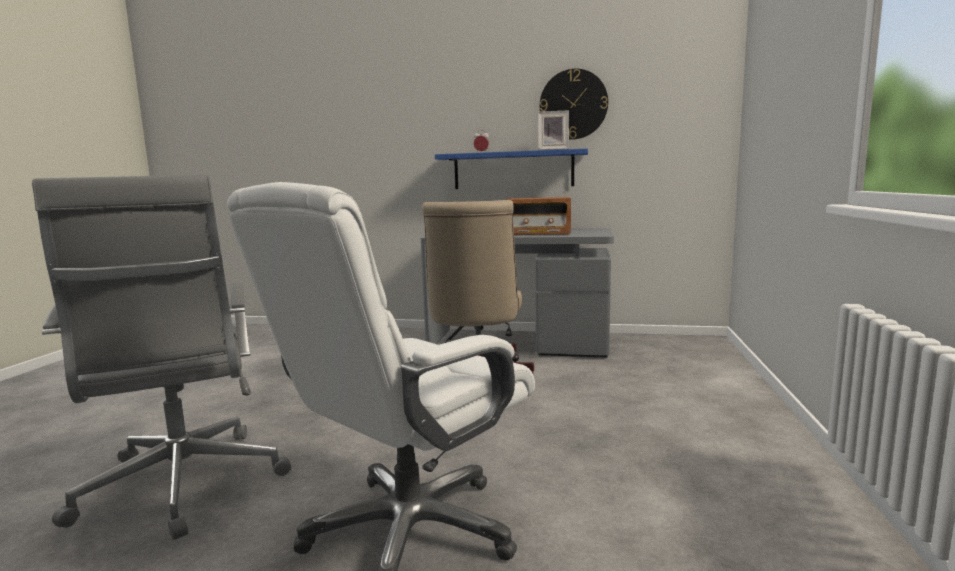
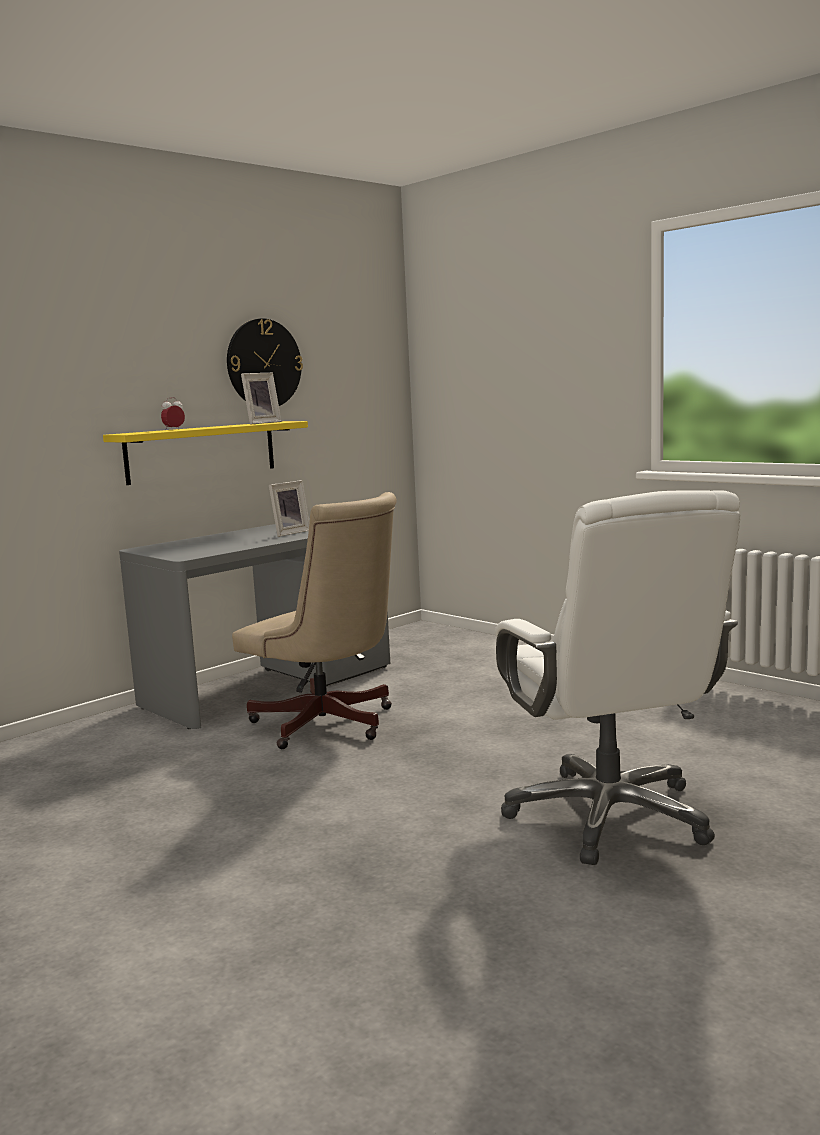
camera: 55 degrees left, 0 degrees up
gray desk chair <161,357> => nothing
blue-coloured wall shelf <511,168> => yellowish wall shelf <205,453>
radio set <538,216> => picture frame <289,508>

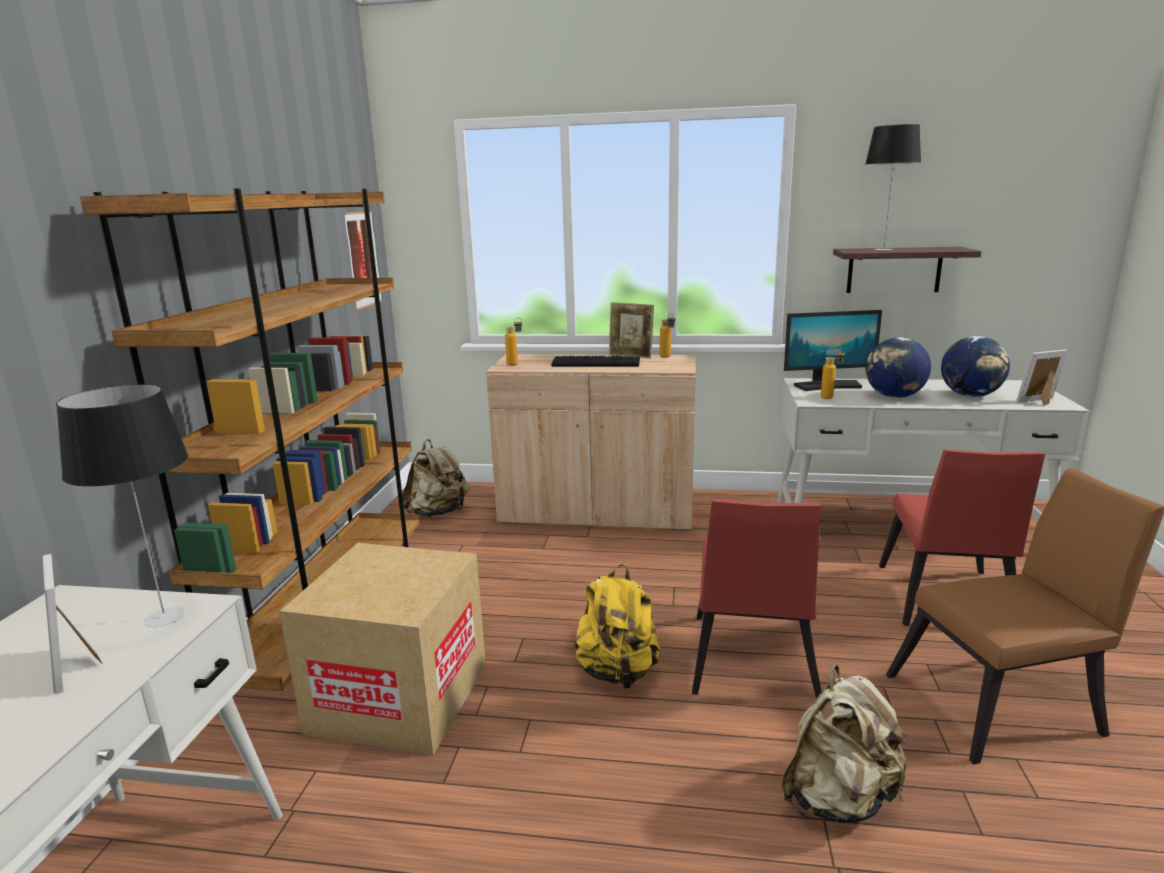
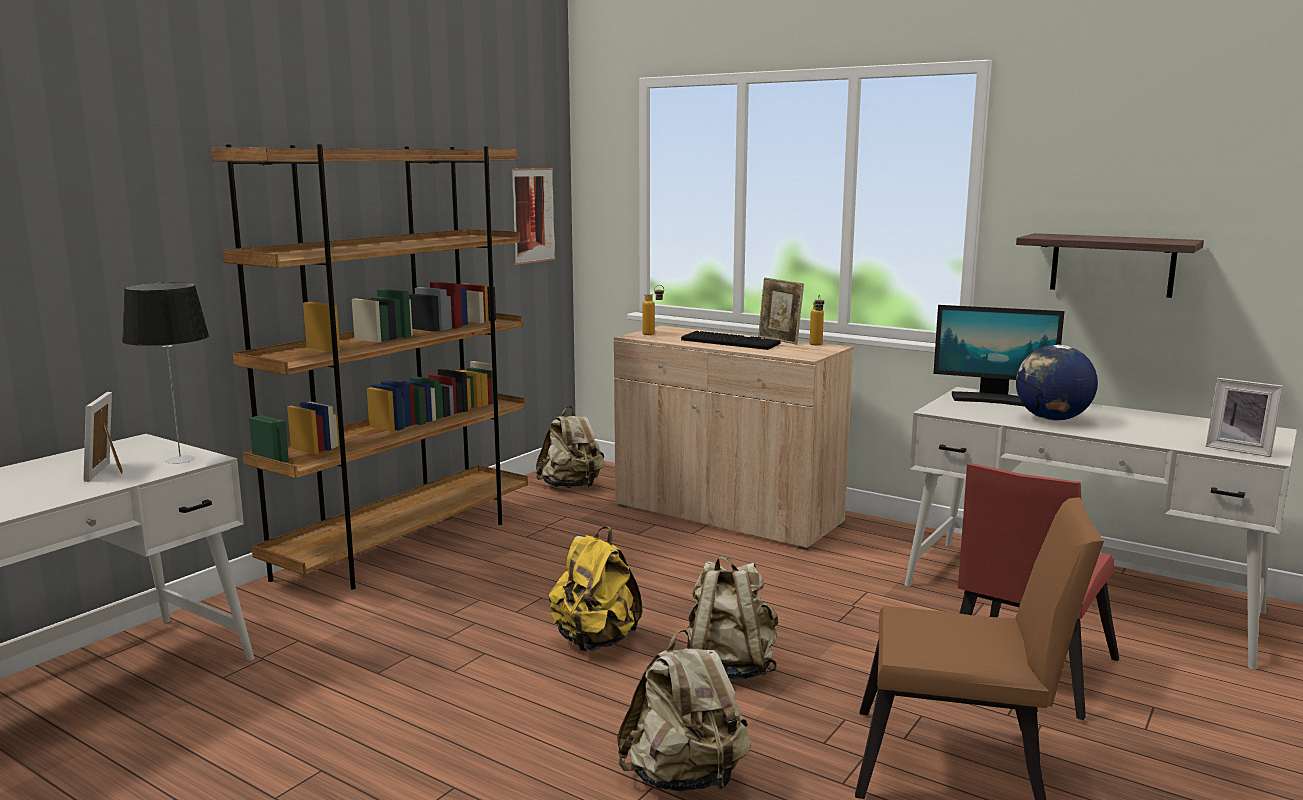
camera: 25 degrees right, 5 degrees down
cardboard box <383,649> => nothing
red-coloured upright chair <756,598> => beige-coloured backpack <731,618>
drink bottle <833,373> => nothing
tabletop lamp <893,187> => nothing
globe <975,366> => nothing
picture frame <1042,377> => picture frame <1245,417>, 150 degrees counterclockwise

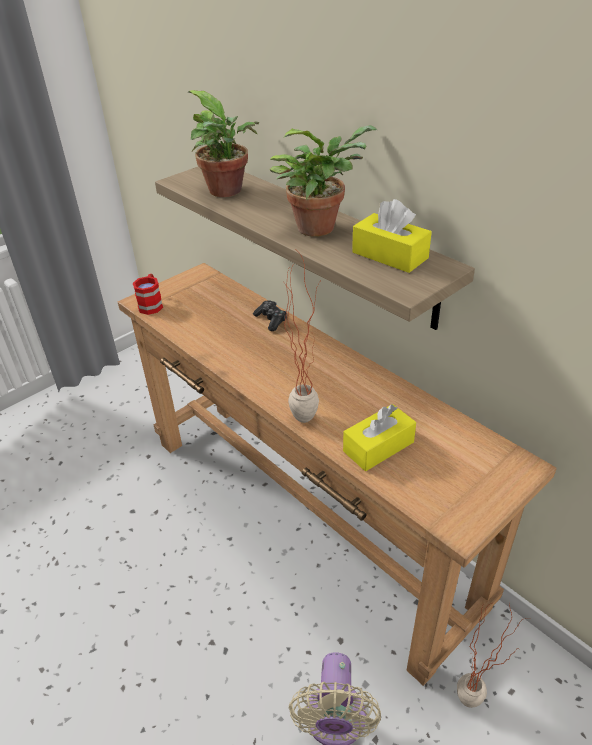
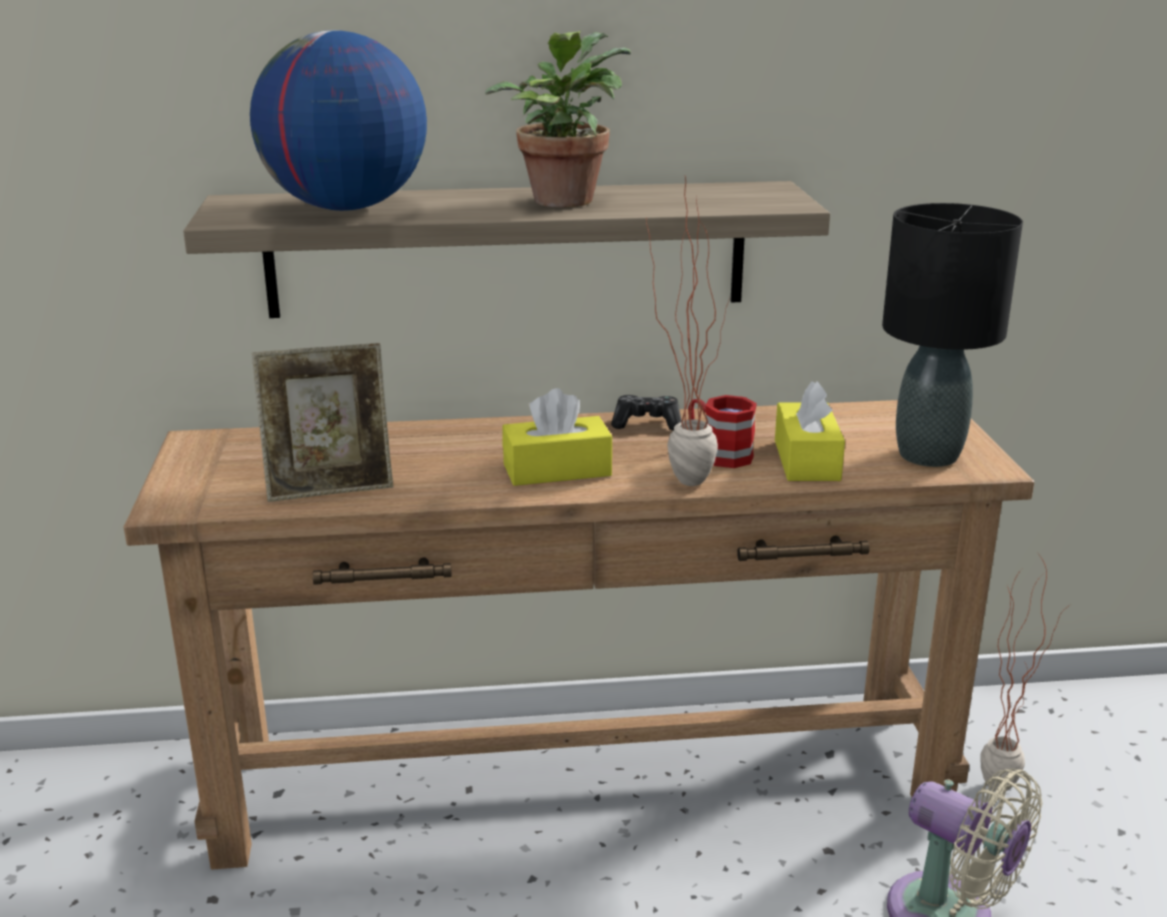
camera: 55 degrees left, 15 degrees down
red-coloured coffee mug <148,294> => red-coloured coffee mug <722,431>, move
houseplant <224,143> => globe <338,120>
game controller <270,315> => game controller <646,413>, move
yellowish tissue holder <392,236> => yellowish tissue holder <557,437>, move
nothing => picture frame <322,422>
nothing => black tabletop lamp <952,335>

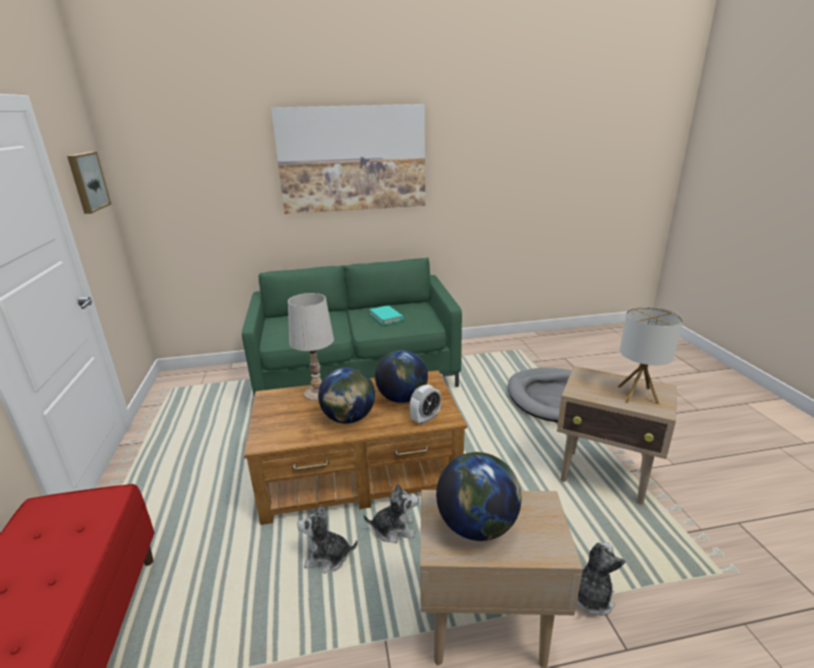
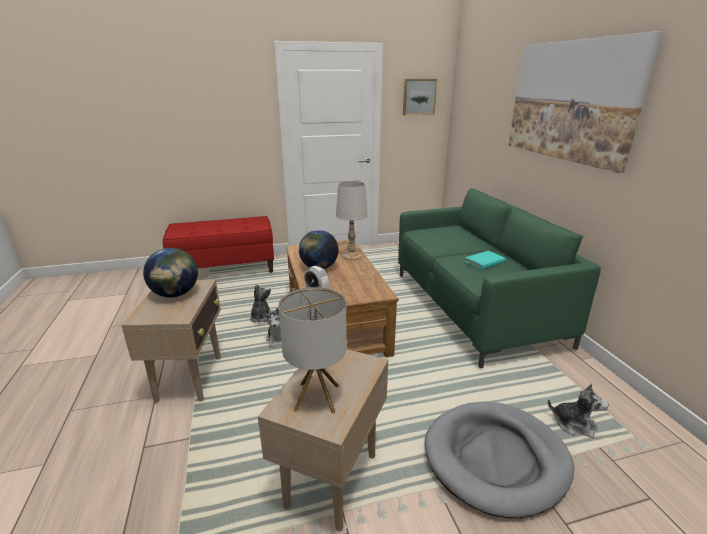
camera: 85 degrees right, 0 degrees up
globe <401,376> => nothing
cuddly toy <601,579> => cuddly toy <578,410>, move

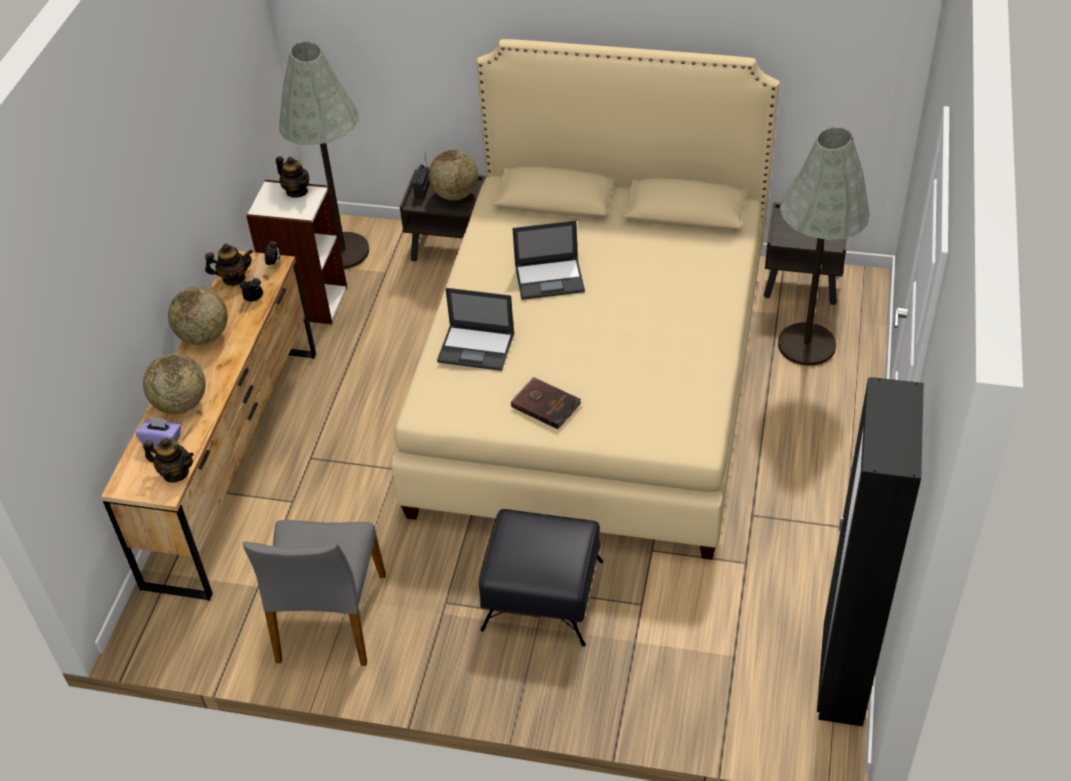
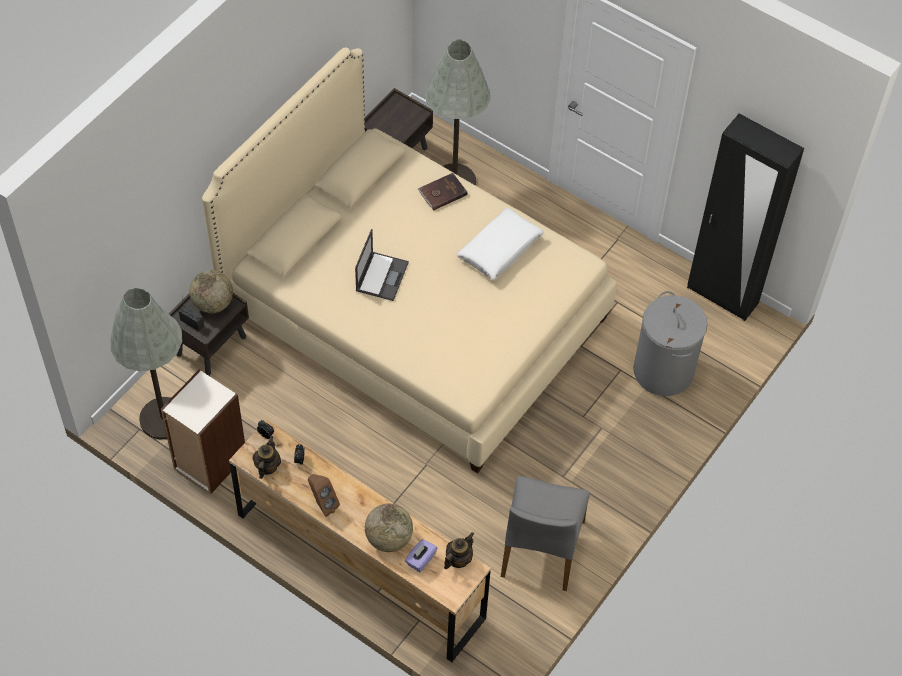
camera: 70 degrees left, 10 degrees up
globe <198,316> => brownish loudspeaker <324,495>
gray upright chair <314,593> => gray upright chair <545,533>, 75 degrees clockwise
teapot <292,177> => nothing
notebook computer <475,329> => nothing
black ottoman <541,578> => nothing
brownish book <546,403> => brownish book <443,191>, move
nothing => white-coloured throw pillow <500,244>
nothing => gray hamper <670,343>

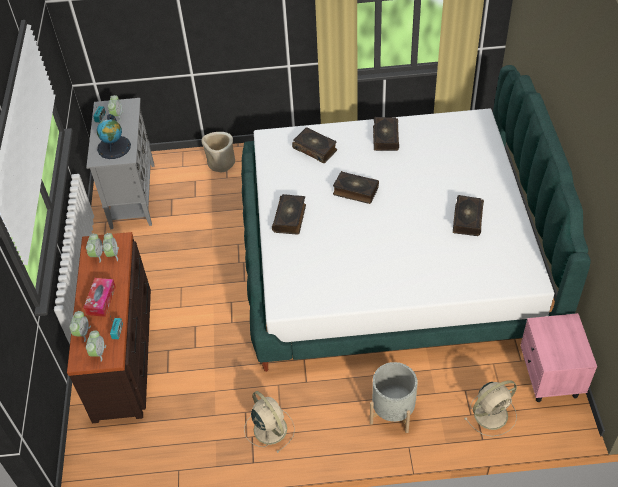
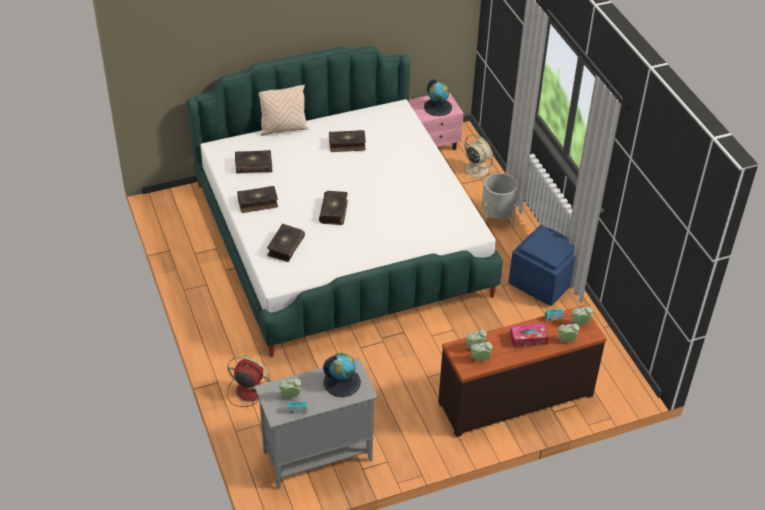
camera: 110 degrees left, 5 degrees down
beige-coloured plant pot <218,152> => red-coloured cooling fan <248,381>
beige-coloured cooling fan <269,422> => blue-coloured ottoman <541,265>
book <289,214> => book <253,162>, move
nothing => beige-coloured throw pillow <284,110>
nothing => globe <438,97>

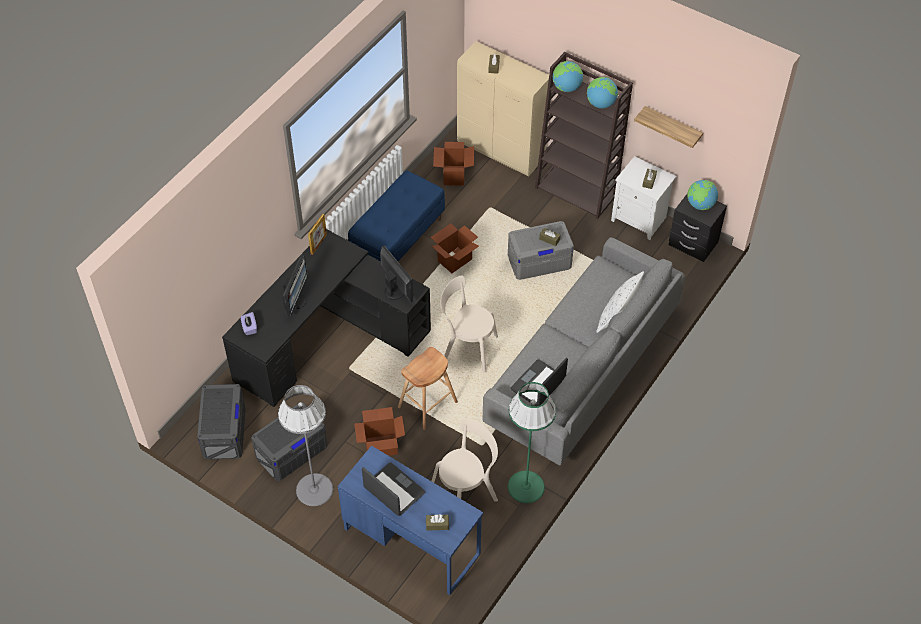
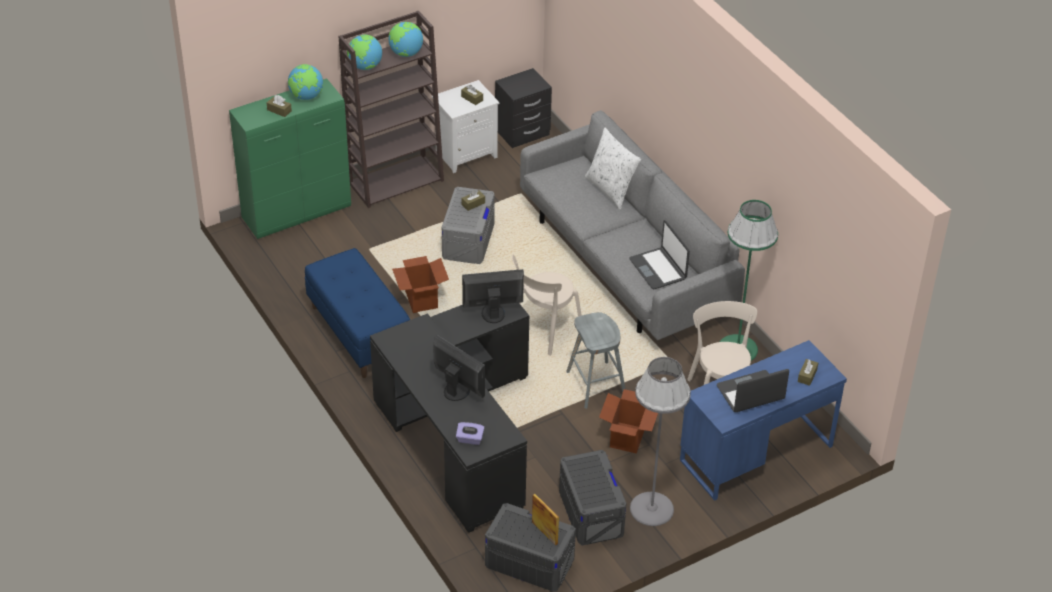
camera: 65 degrees left, 10 degrees down
picture frame <317,234> => picture frame <545,520>, move
brownish stool <428,388> => gray stool <595,360>
cardboard box <453,164> => nothing
beige-coloured cupboard <503,109> => green-coloured cupboard <290,158>
wall shelf <668,127> => nothing
globe <702,195> => globe <305,82>, move

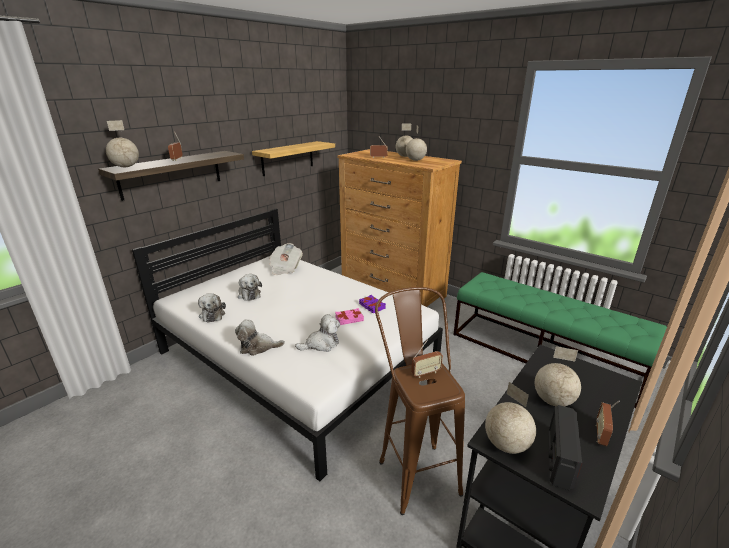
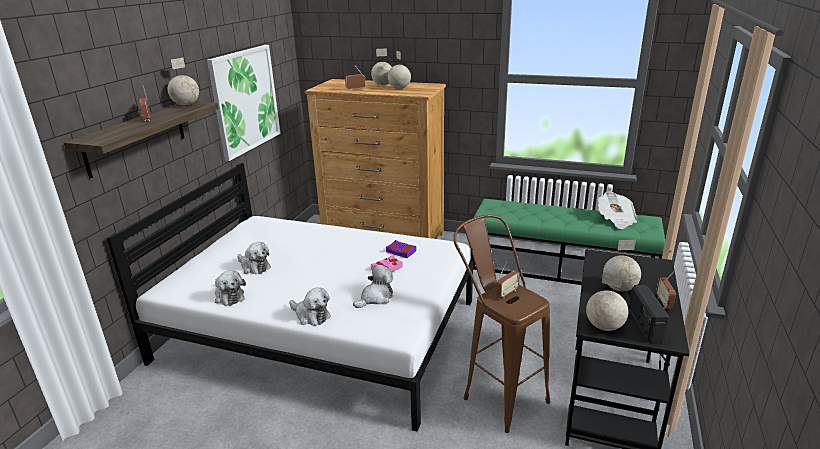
camera: 20 degrees left, 0 degrees up
globe <122,143> => globe <183,81>, move
cuddly toy <260,337> => cuddly toy <310,306>, 120 degrees counterclockwise
wall shelf <293,158> => picture <244,103>
daily paper <286,259> => daily paper <617,210>, move

